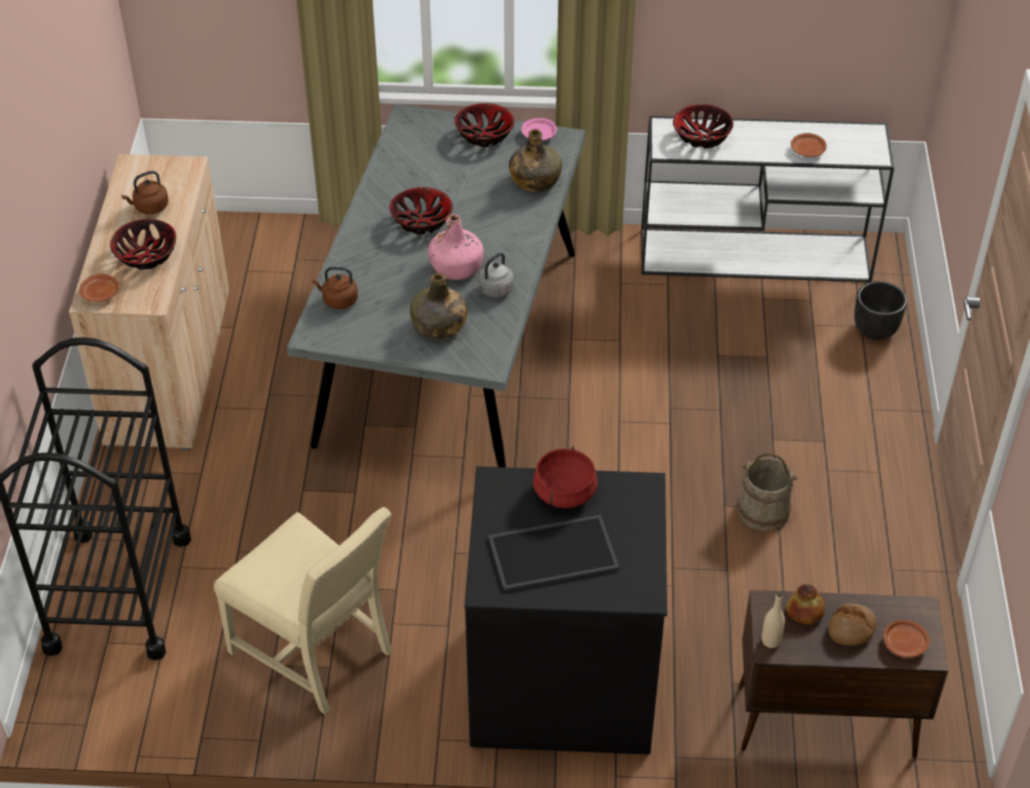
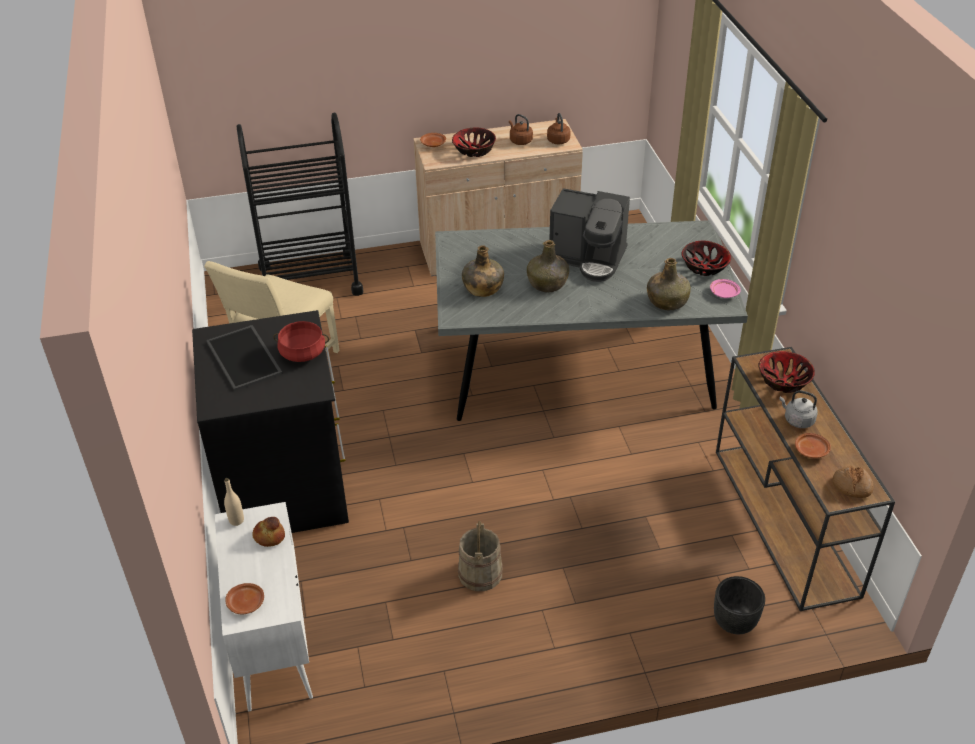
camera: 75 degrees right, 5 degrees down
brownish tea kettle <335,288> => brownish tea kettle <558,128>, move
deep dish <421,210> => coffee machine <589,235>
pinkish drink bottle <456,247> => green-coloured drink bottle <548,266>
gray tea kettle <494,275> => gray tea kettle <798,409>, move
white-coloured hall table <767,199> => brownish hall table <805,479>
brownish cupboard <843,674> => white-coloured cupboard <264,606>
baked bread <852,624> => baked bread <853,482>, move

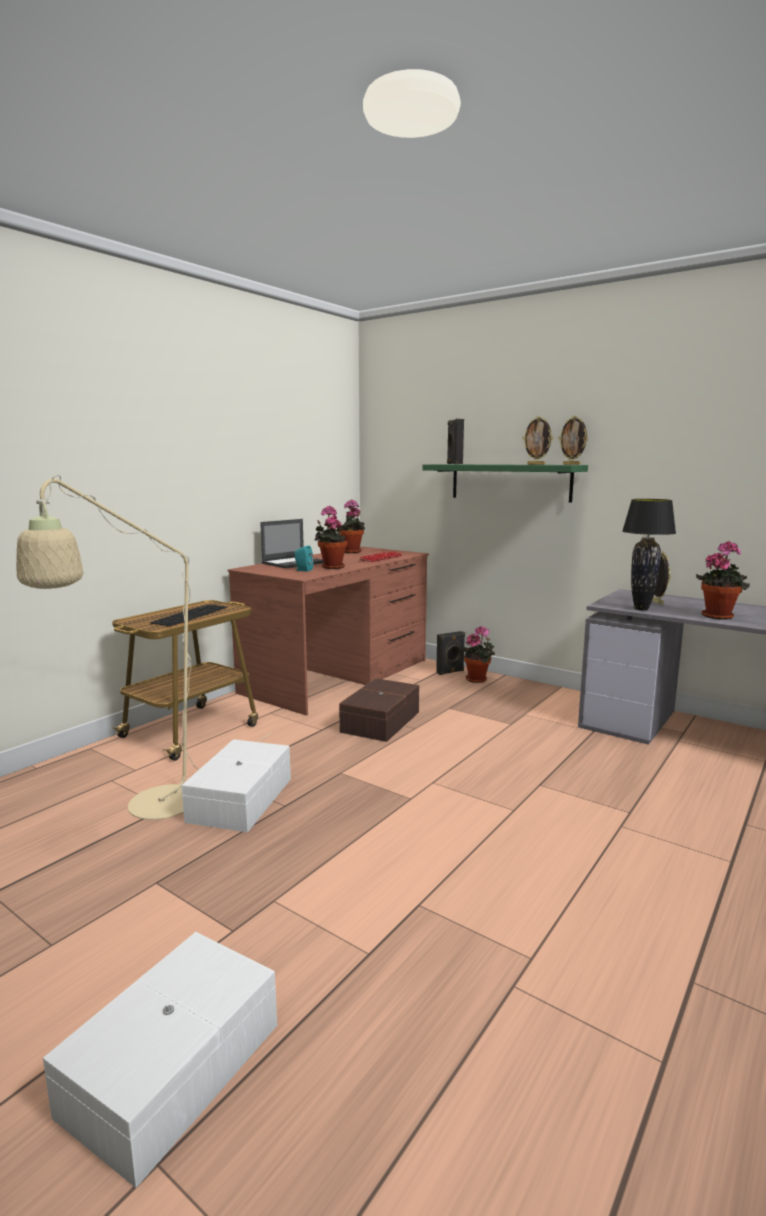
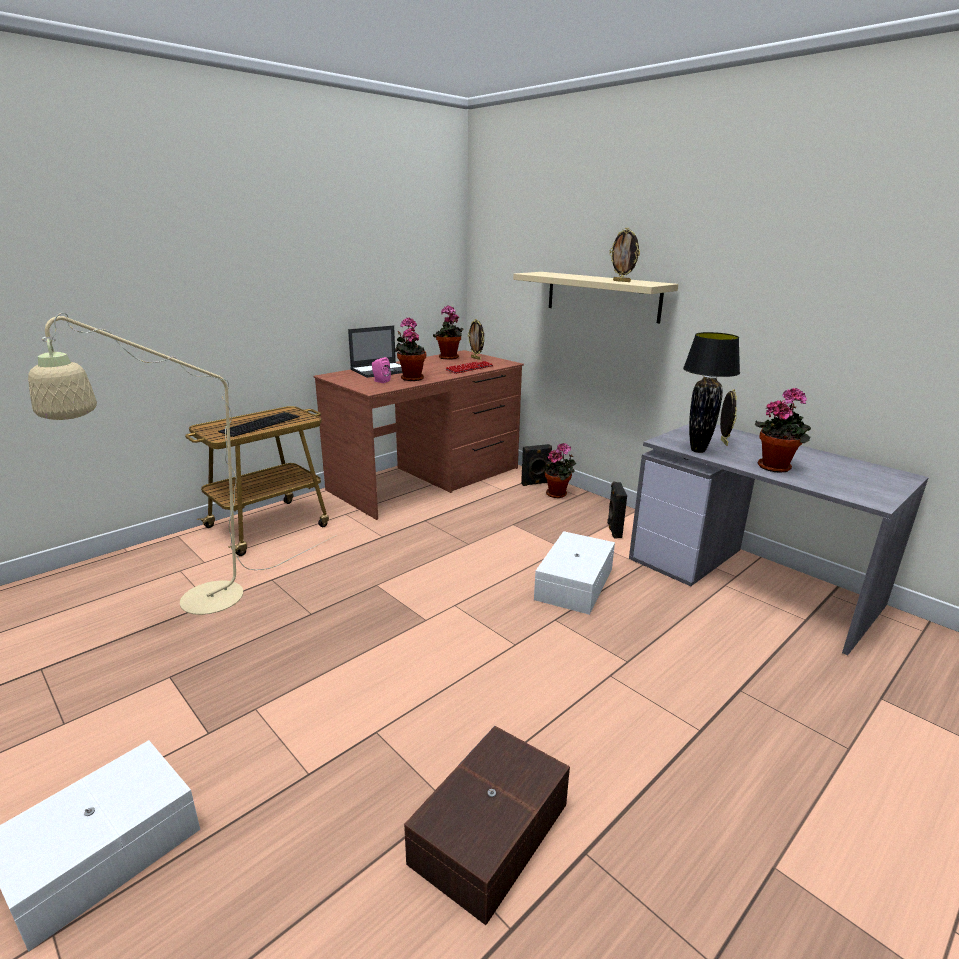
camera: 10 degrees right, 10 degrees up
white-coloured storage box <236,785> => white-coloured storage box <574,573>, move
turquoise-coloured loudspeaker <303,558> => pinkish loudspeaker <381,370>
brownish storage box <379,710> => brownish storage box <487,825>, move
green-coloured wall shelf <505,483> => beige-coloured wall shelf <595,297>
black loudspeaker <455,441> => black loudspeaker <617,510>, move
picture frame <573,440> => picture frame <476,339>, move

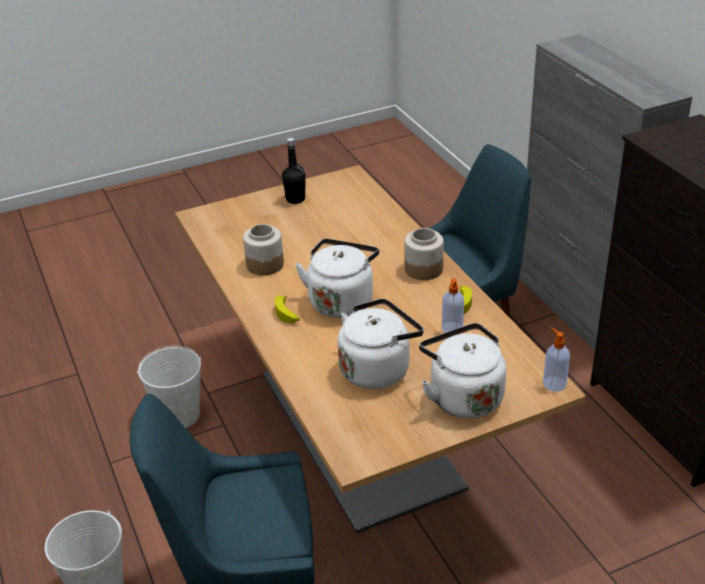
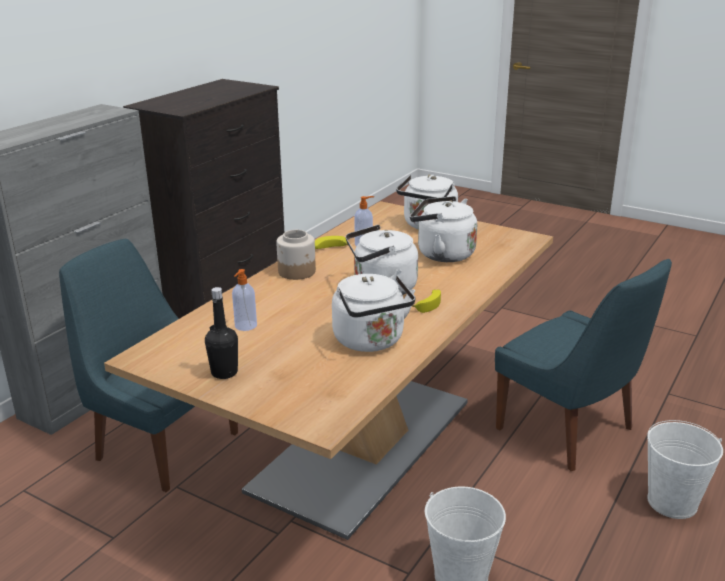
camera: 125 degrees left, 10 degrees down
jar <263,249> => white-coloured tea kettle <373,313>
soap bottle <556,359> => soap bottle <244,300>, move

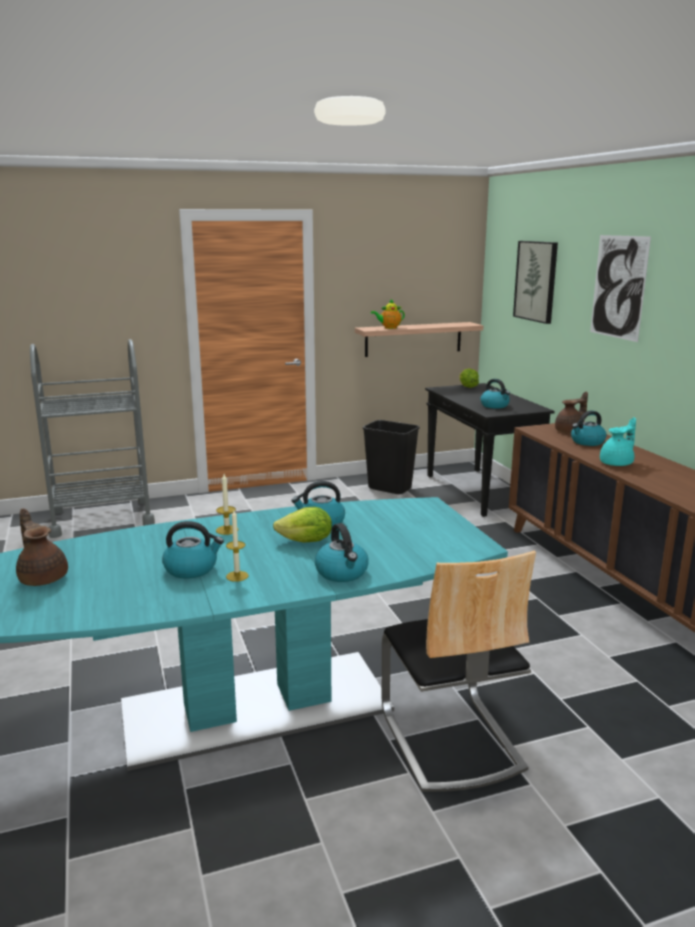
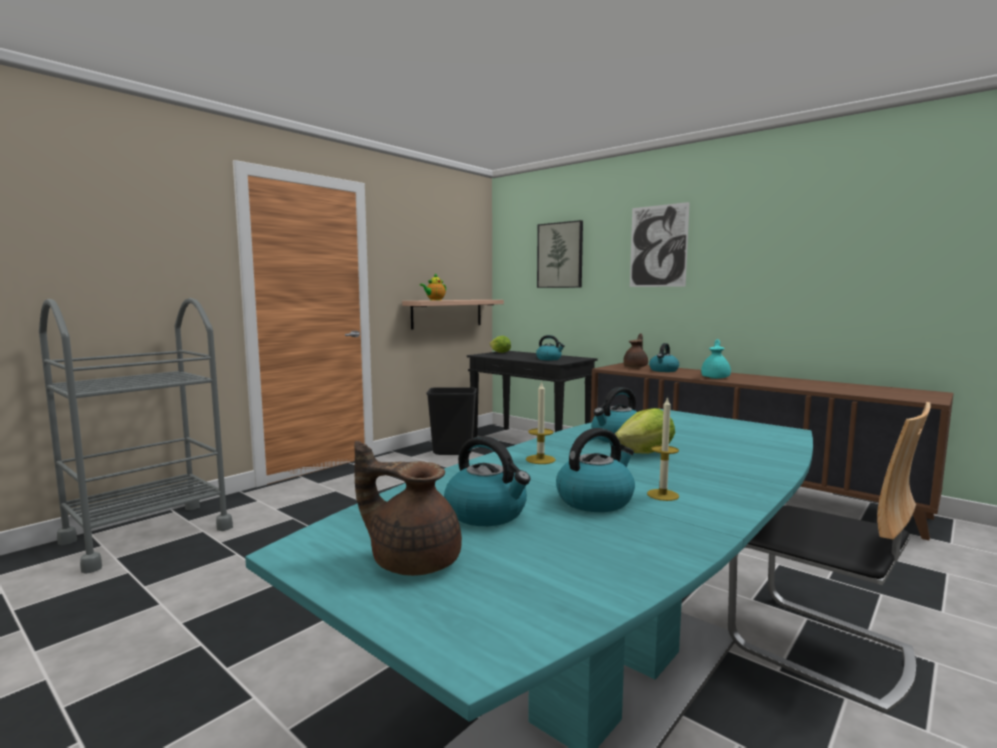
camera: 30 degrees left, 10 degrees down
tea kettle <342,552> => tea kettle <487,481>, move

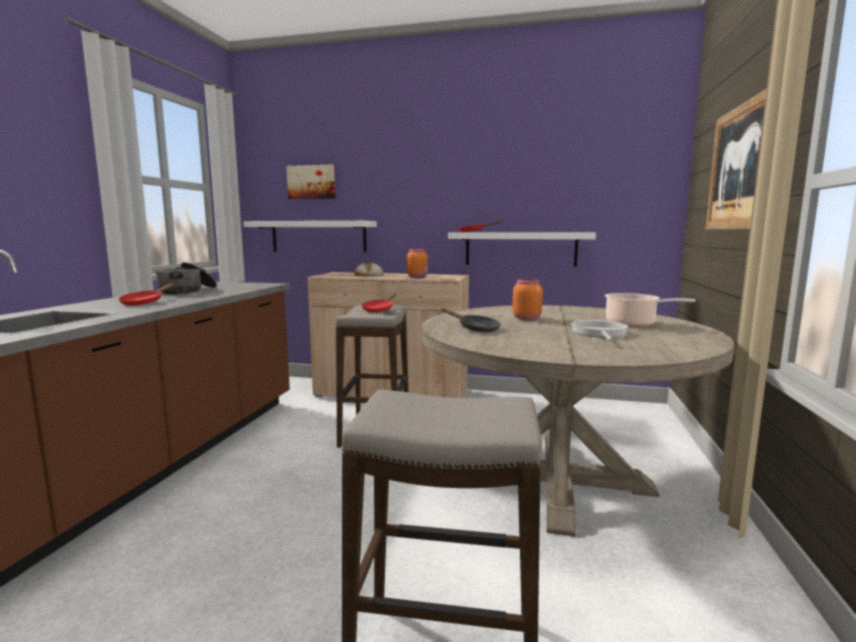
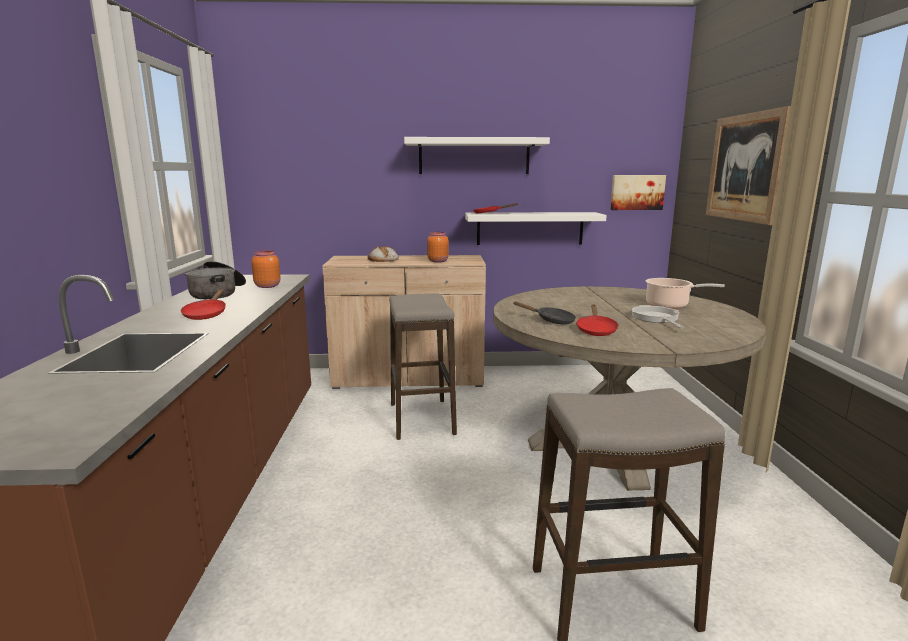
camera: 15 degrees left, 5 degrees up
white-coloured wall shelf <310,237> => white-coloured wall shelf <477,155>, move
picture <310,182> => picture <638,192>, move
red-coloured frying pan <379,302> => red-coloured frying pan <597,320>, move
orangey jar <527,299> => orangey jar <266,269>, move

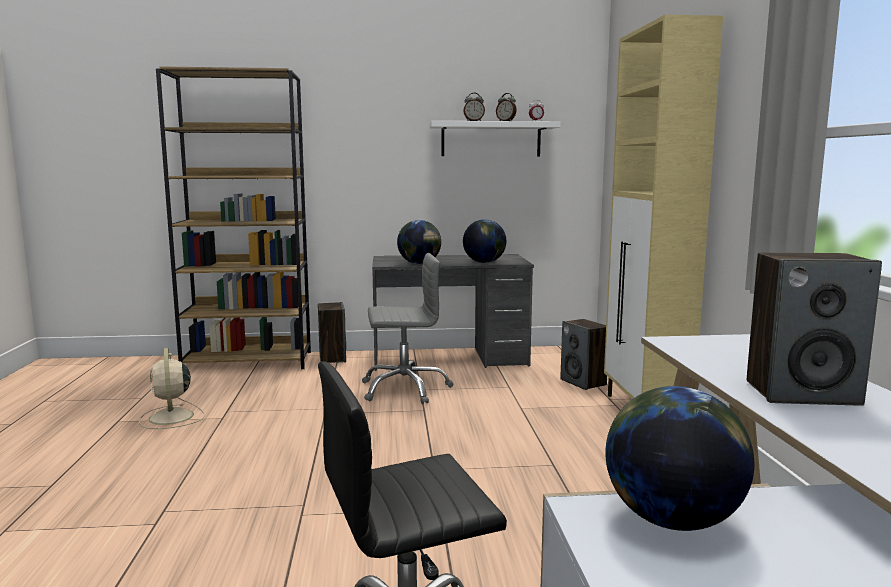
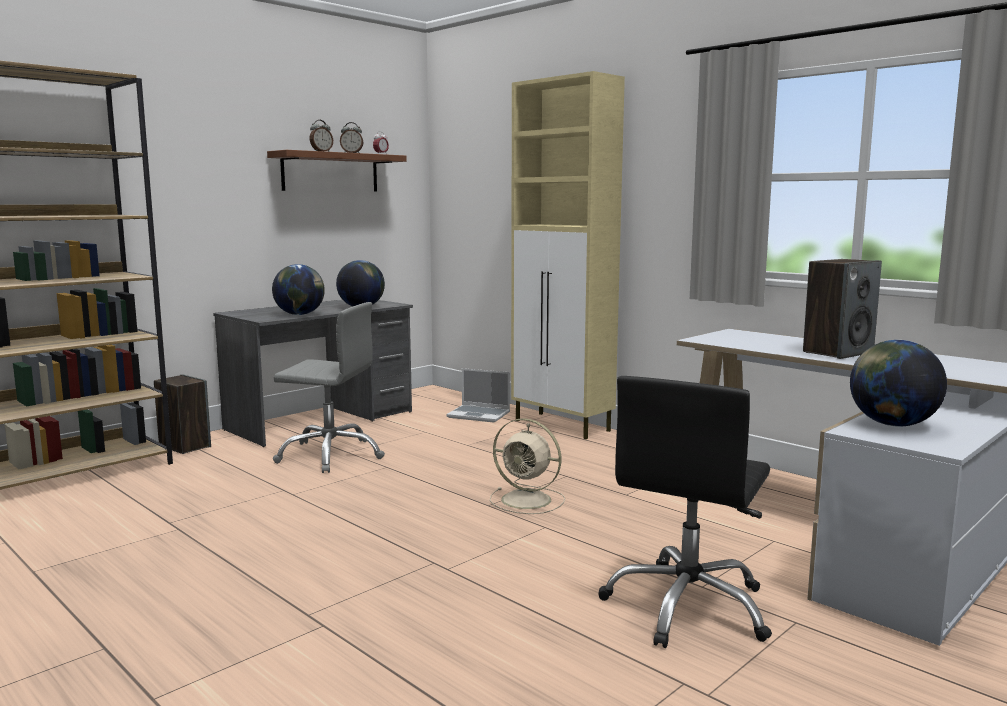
camera: 40 degrees left, 0 degrees up
beige-coloured cooling fan <172,388> => beige-coloured cooling fan <527,466>, move
gray desk chair <407,328> => gray desk chair <329,387>, 60 degrees clockwise
white-coloured wall shelf <495,138> => brownish wall shelf <337,171>
loudspeaker <583,354> => notebook computer <478,395>

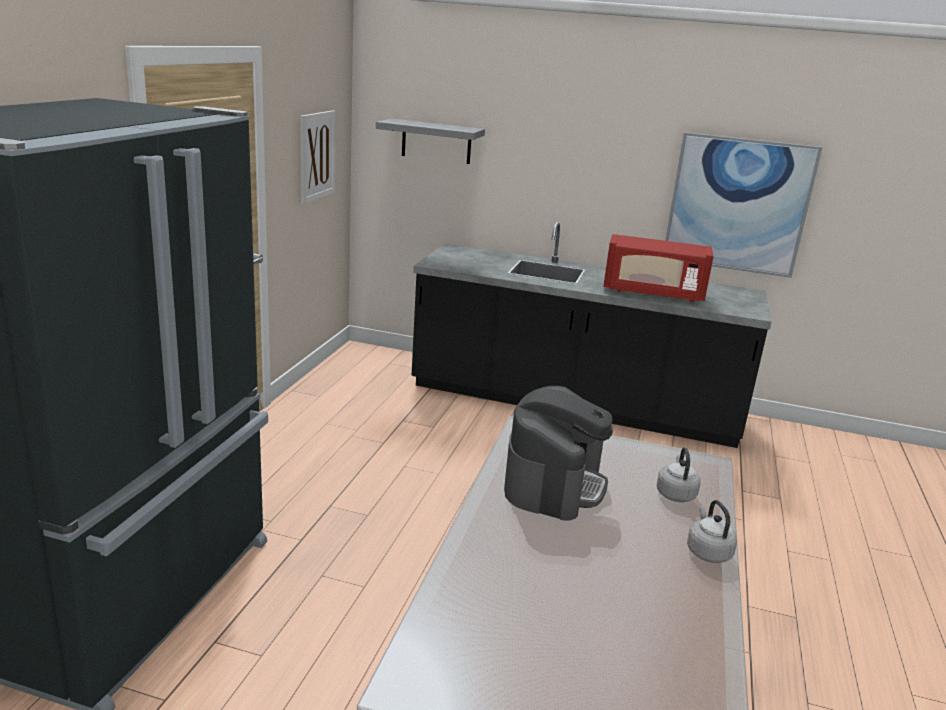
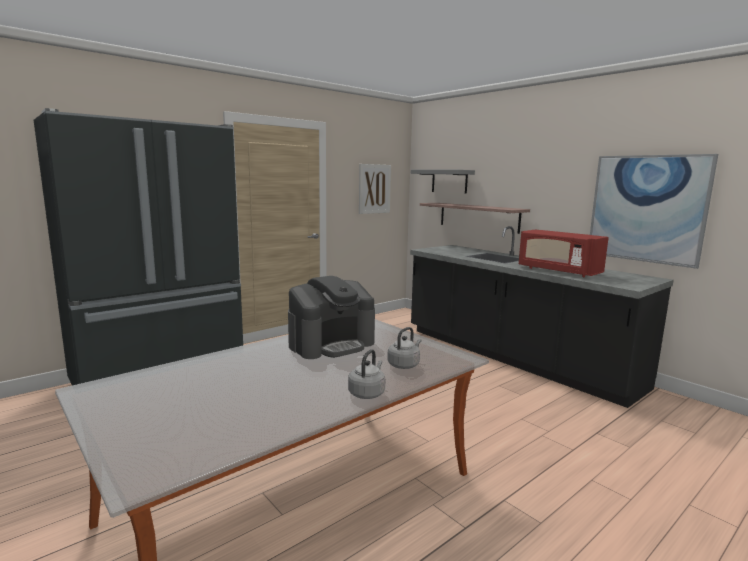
camera: 35 degrees right, 10 degrees down
nothing => wall shelf <475,218>

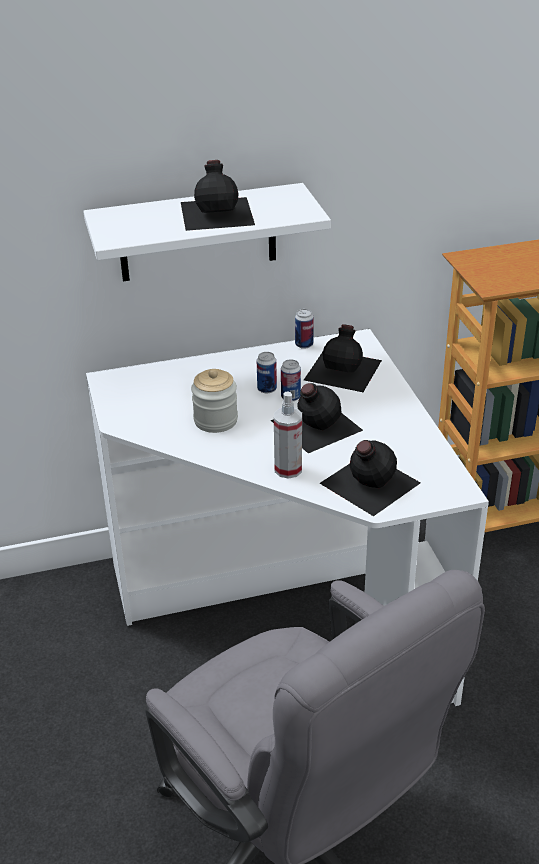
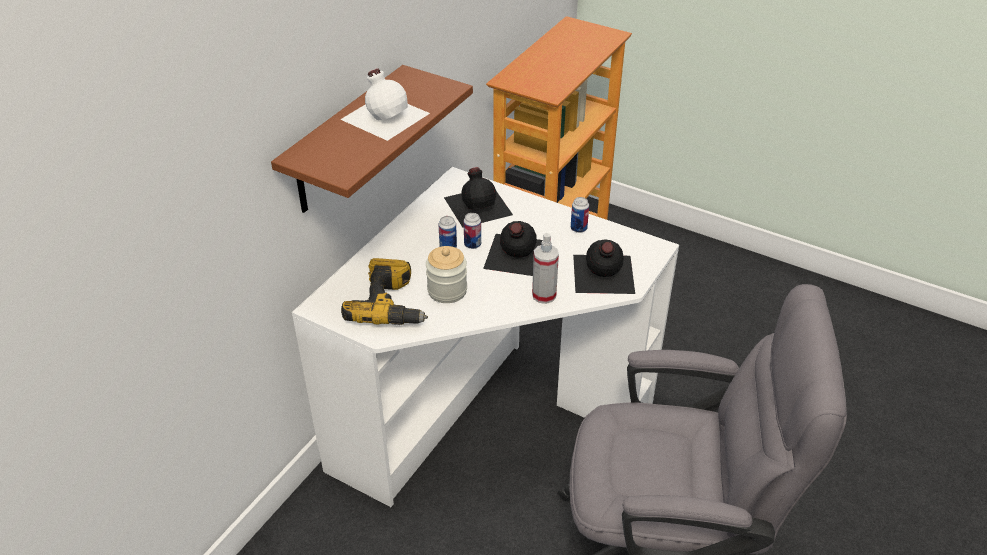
camera: 45 degrees left, 5 degrees up
white-coloured wall shelf <207,232> => brownish wall shelf <372,139>
black drink bottle <218,195> => white-coloured drink bottle <385,105>
metal can <304,329> => metal can <580,215>, move
nothing => electric drill <384,291>

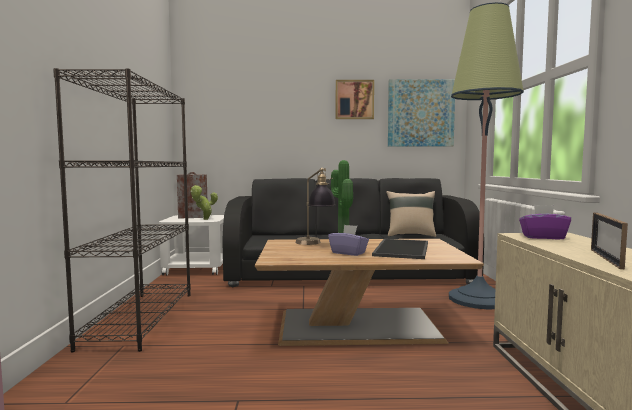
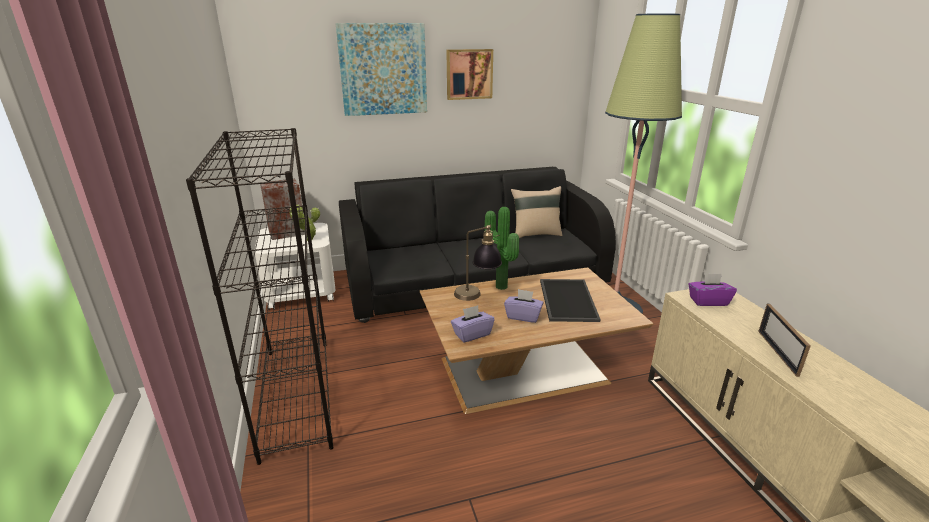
camera: 15 degrees left, 20 degrees up
picture <421,113> => picture <381,69>, move
nothing => purple-coloured tissue holder <473,324>

